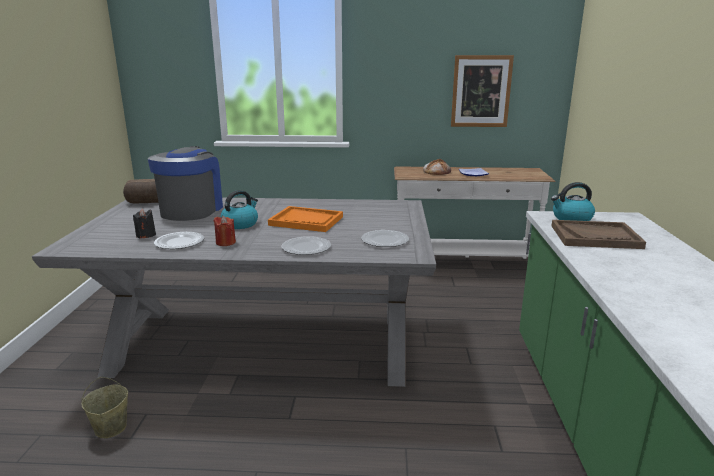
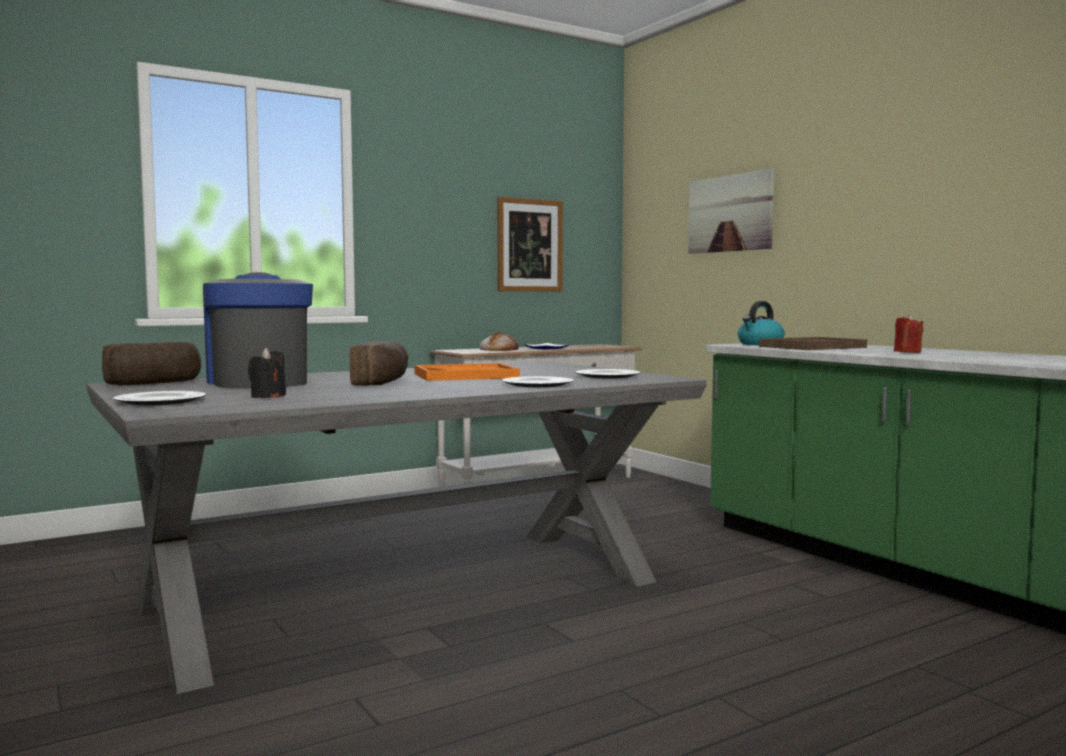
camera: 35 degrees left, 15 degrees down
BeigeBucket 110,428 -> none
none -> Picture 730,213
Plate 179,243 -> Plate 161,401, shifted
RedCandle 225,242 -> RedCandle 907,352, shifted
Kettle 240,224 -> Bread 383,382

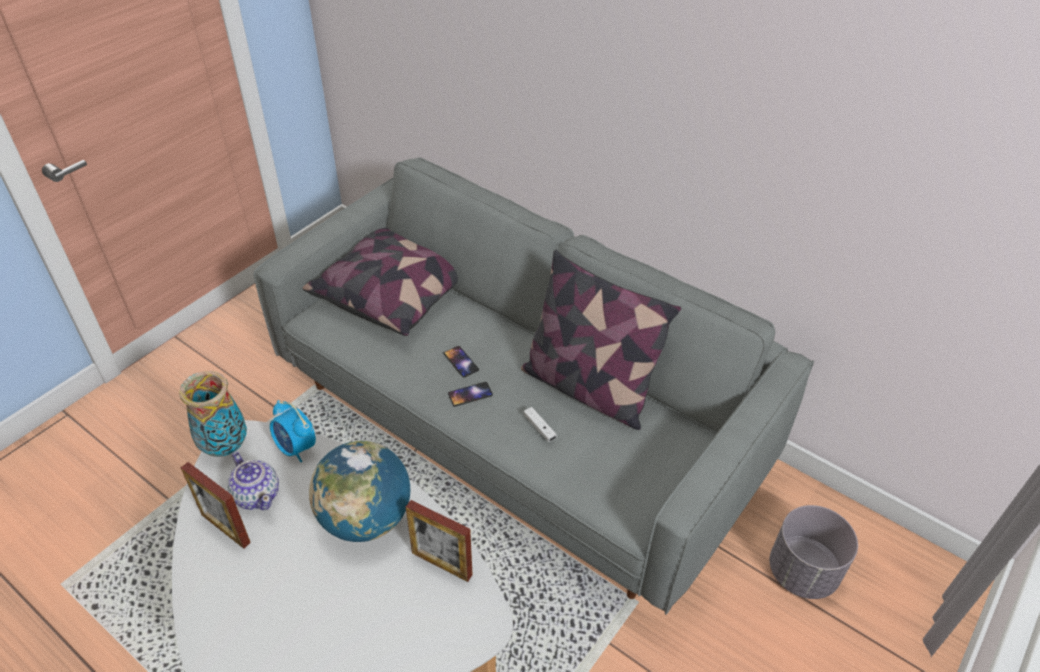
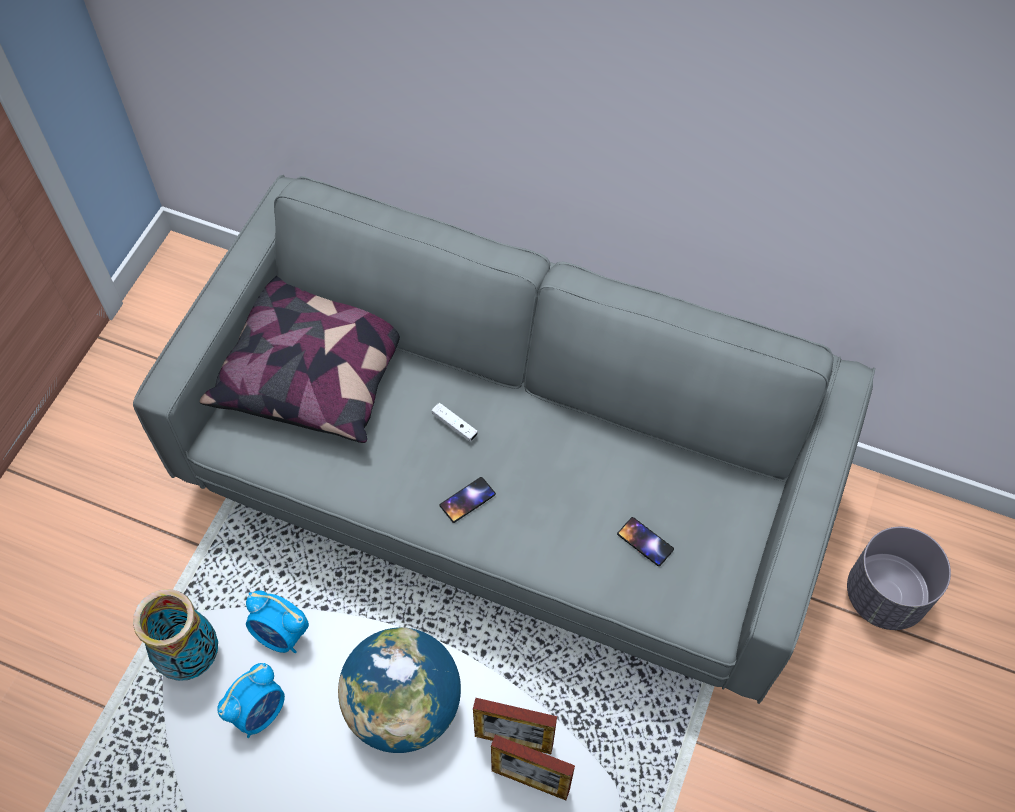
camera: 15 degrees left, 15 degrees up
Pillow 588,388 -> none
PictureFrame 225,528 -> PictureFrame 530,780, shifted
Phone 461,362 -> Phone 645,542, shifted
WhiteGameController 539,428 -> WhiteGameController 454,425, shifted
Teapot 257,494 -> AlarmClock 259,711

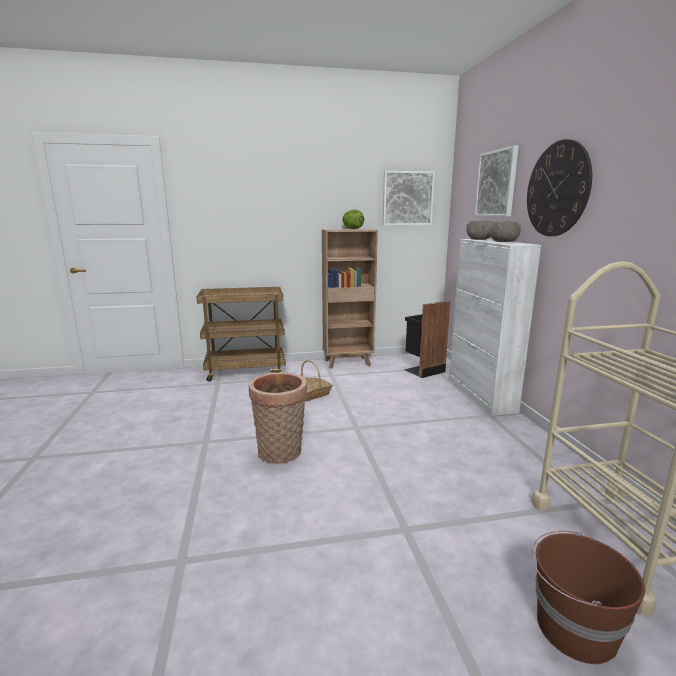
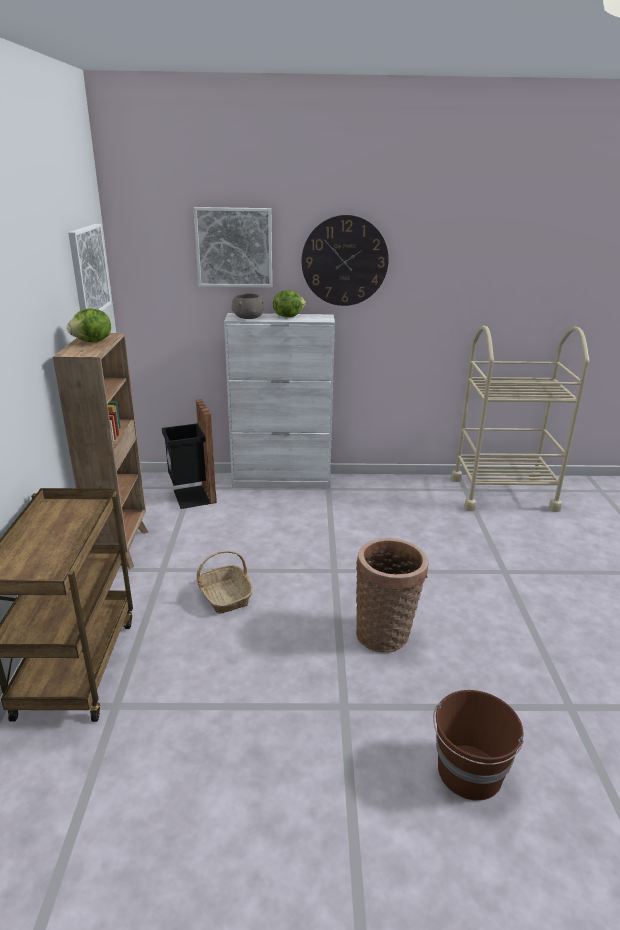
camera: 80 degrees left, 10 degrees up
BrownBucket 573,628 -> BrownBucket 469,772, shifted
GreyBowl 503,241 -> Lettuce 288,316

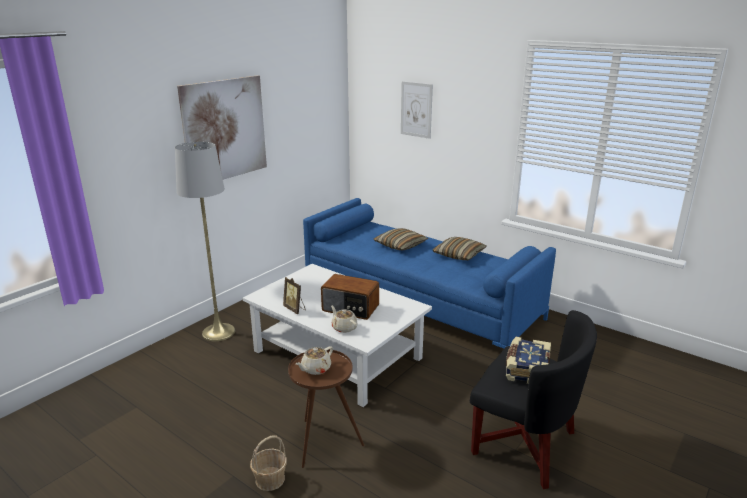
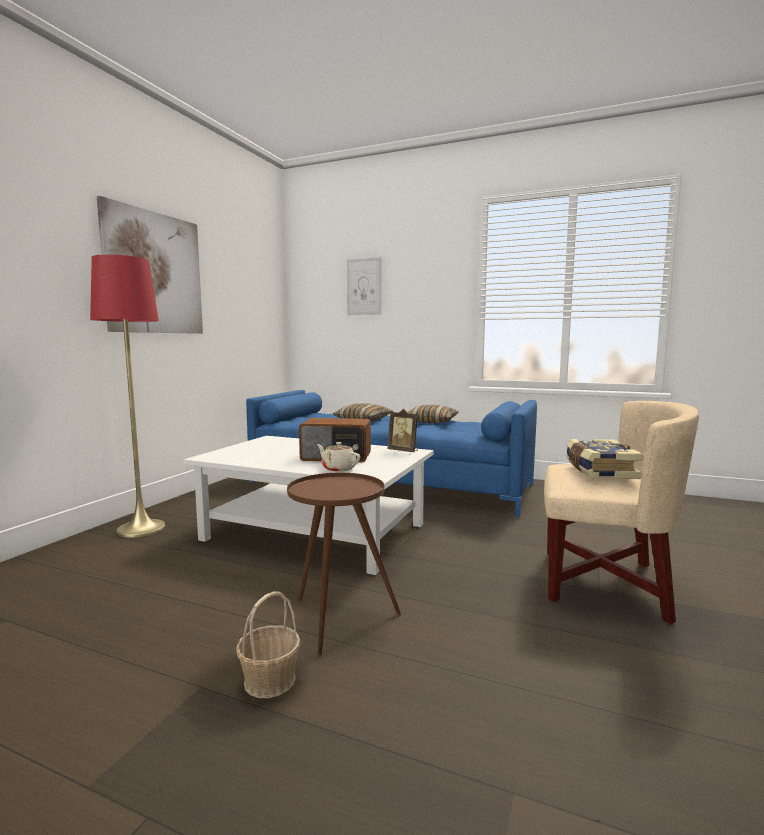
camera: 15 degrees left, 15 degrees down
BeigeTeapot 315,369 -> none
PictureFrame 295,309 -> PictureFrame 404,451, shifted
GreyFloorLamp 218,332 -> RedFloorLamp 141,528
BlackArmchair 524,444 -> BeigeArmchair 605,583

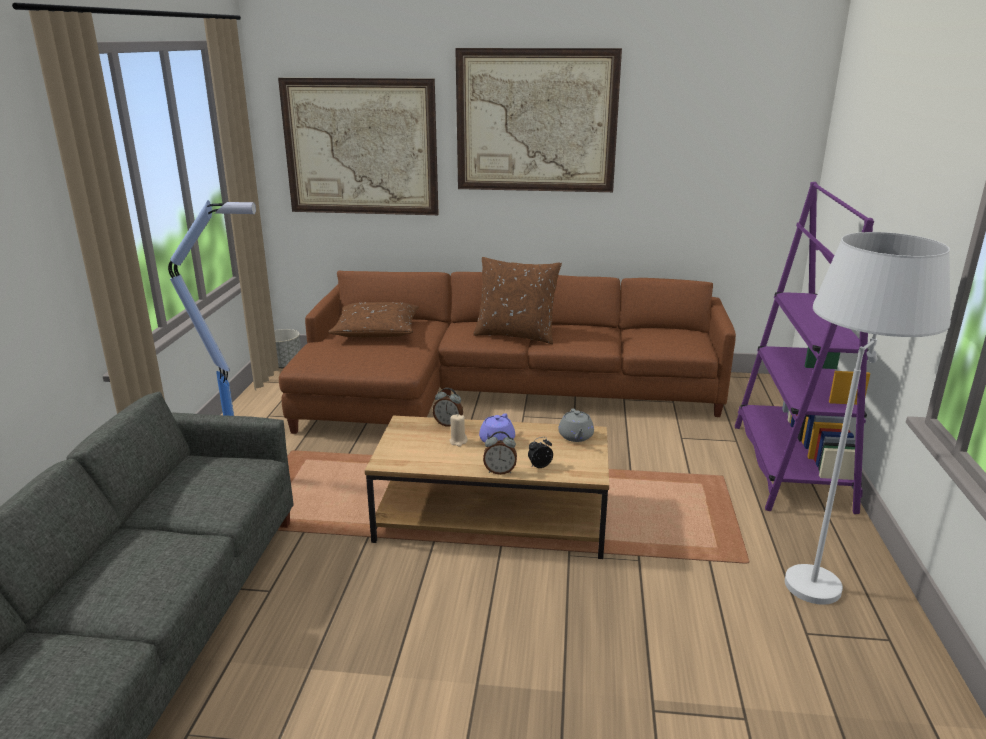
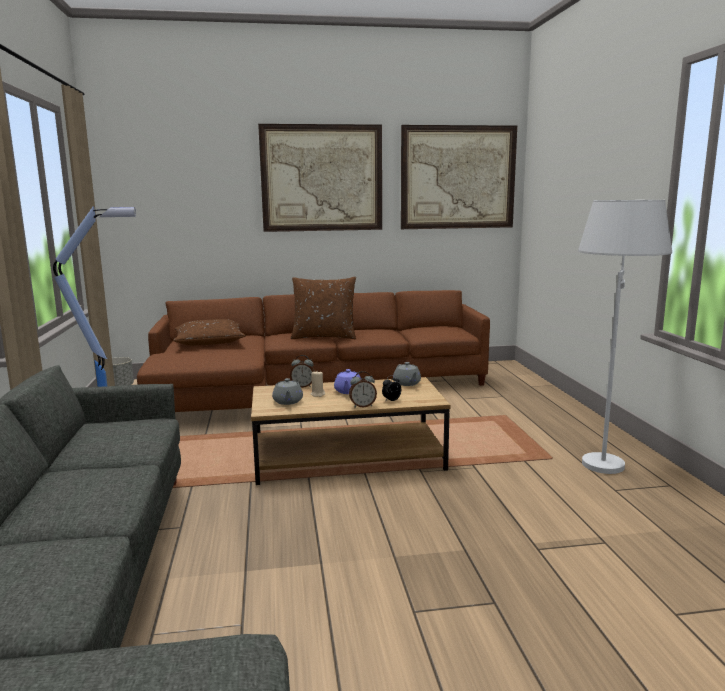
camera: 15 degrees left, 10 degrees down
PurpleBookcase 790,466 -> none
none -> GreyTeapot 288,402
Picture 360,147 -> Picture 458,177, shifted

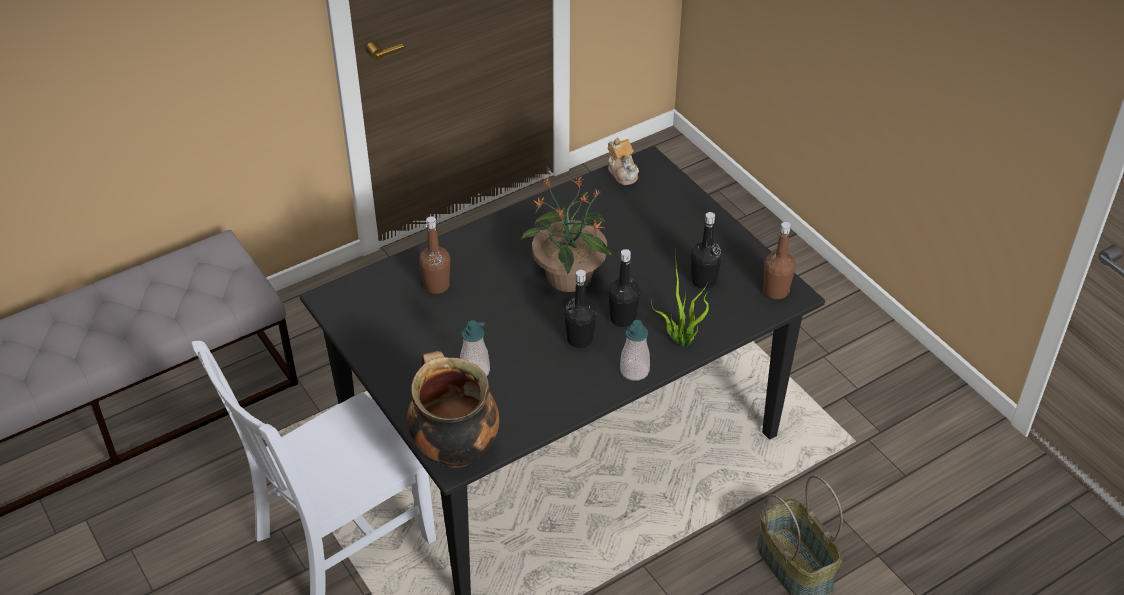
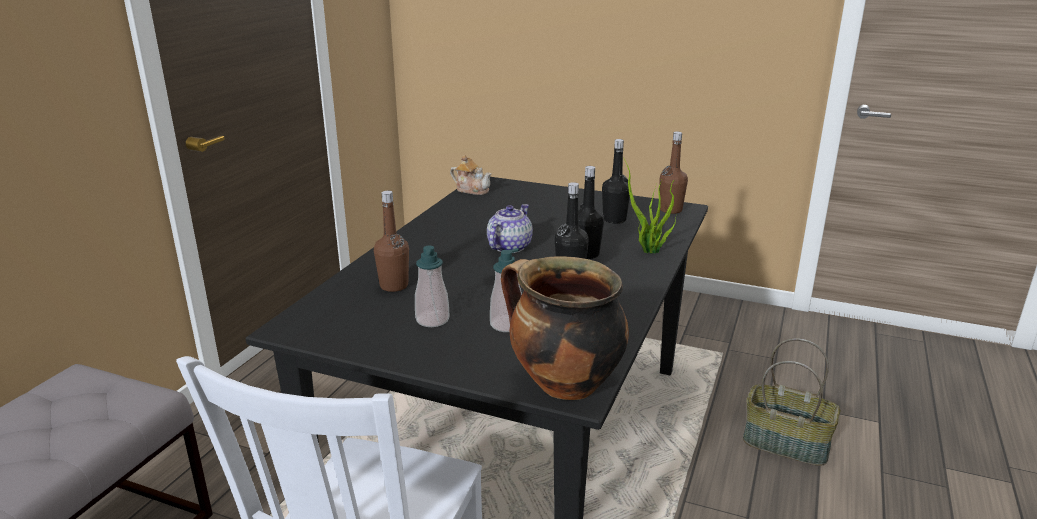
camera: 35 degrees left, 20 degrees down
SoapDispenser 634,371 -> SoapDispenser 432,320, shifted
PottedPlant 569,277 -> Teapot 508,247

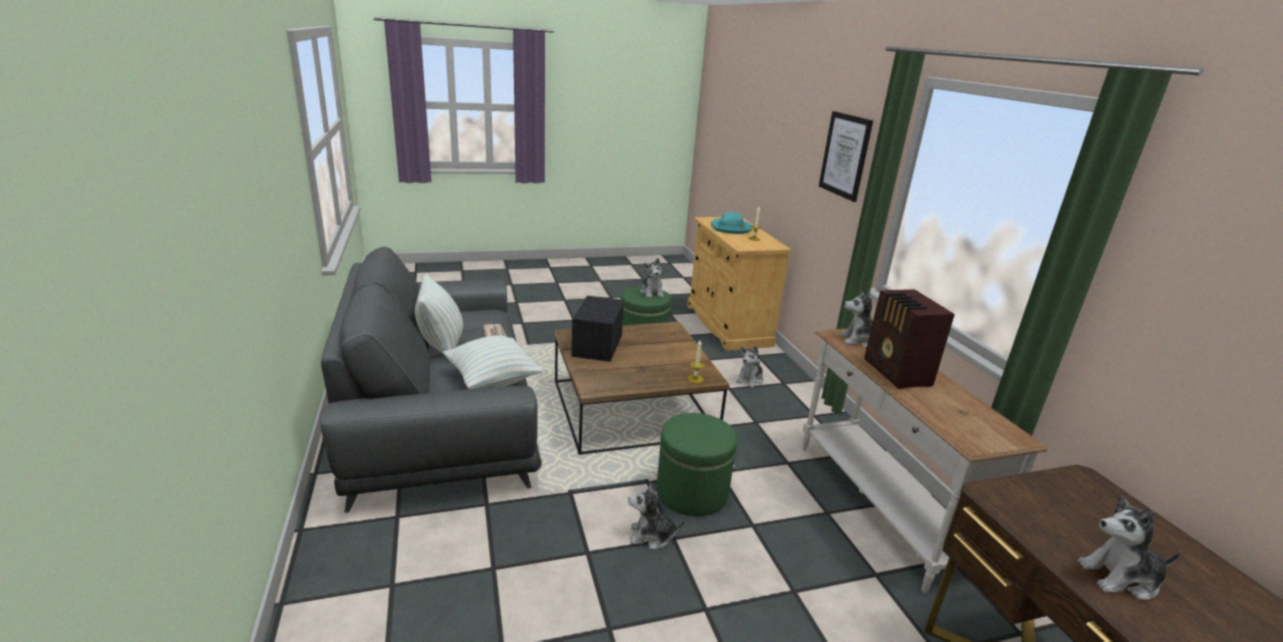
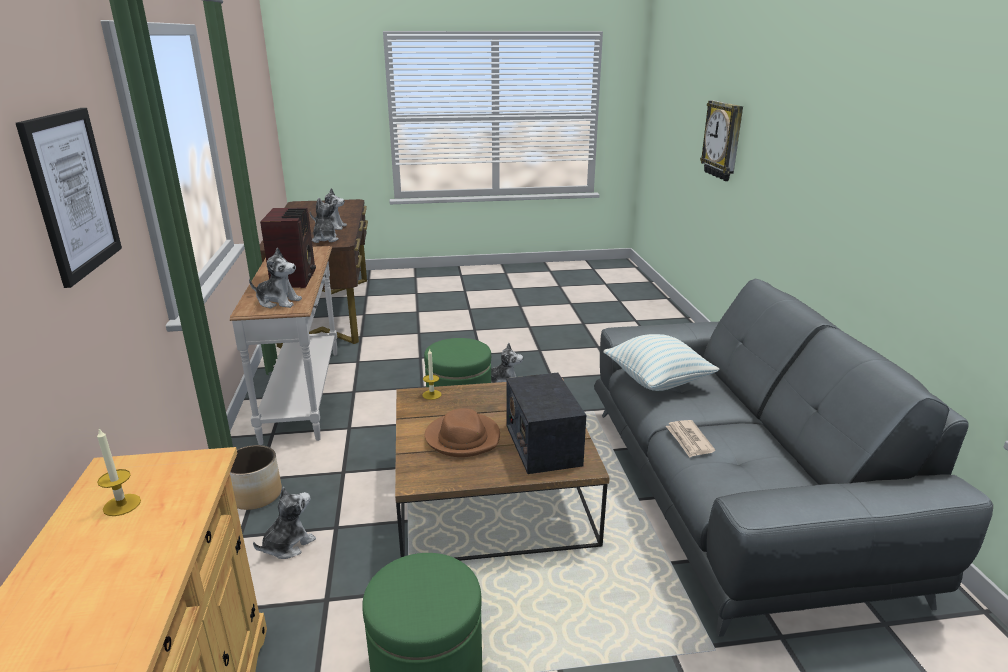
camera: 170 degrees left, 0 degrees up
Pillow 441,345 -> none
TurquoiseHat 731,228 -> none
none -> Planter 255,495
none -> BrownHat 463,438
none -> WallClock 723,140
PlushToy 651,292 -> PlushToy 325,240, shifted
Radio 597,345 -> Radio 542,444, 150 degrees clockwise

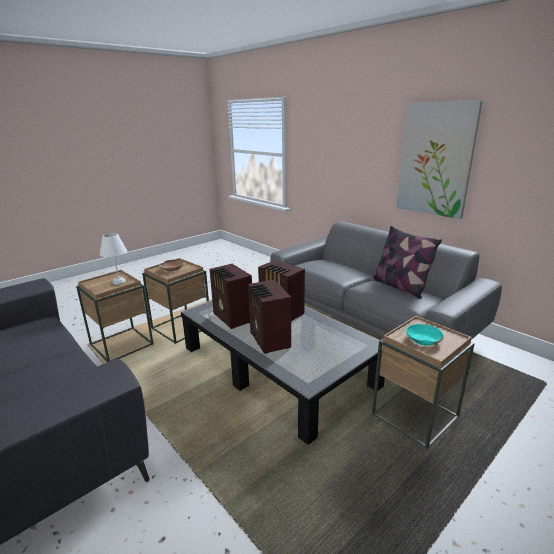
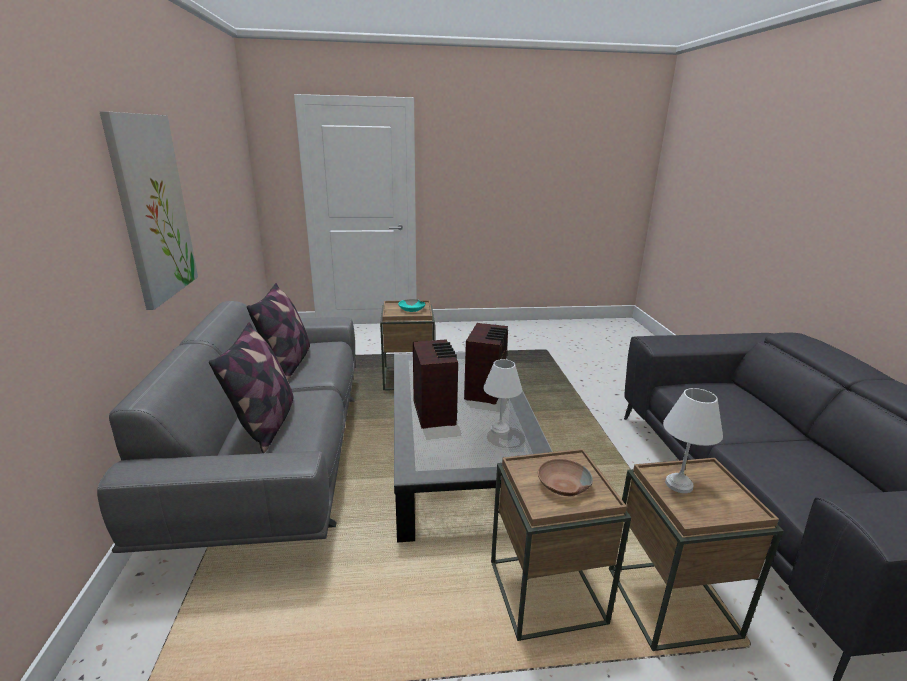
camera: 145 degrees left, 0 degrees up
none -> Pillow 266,424
Radio 232,318 -> WhiteTableLamp 499,429

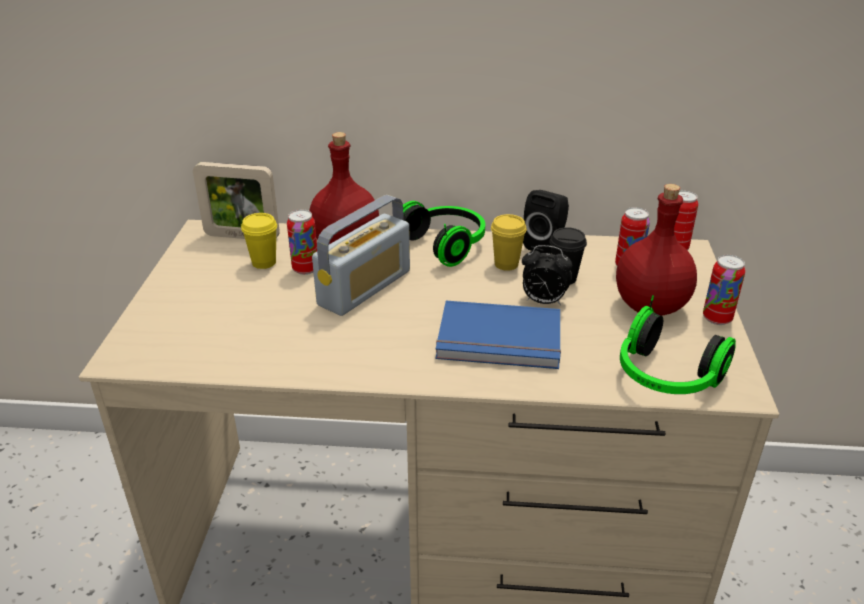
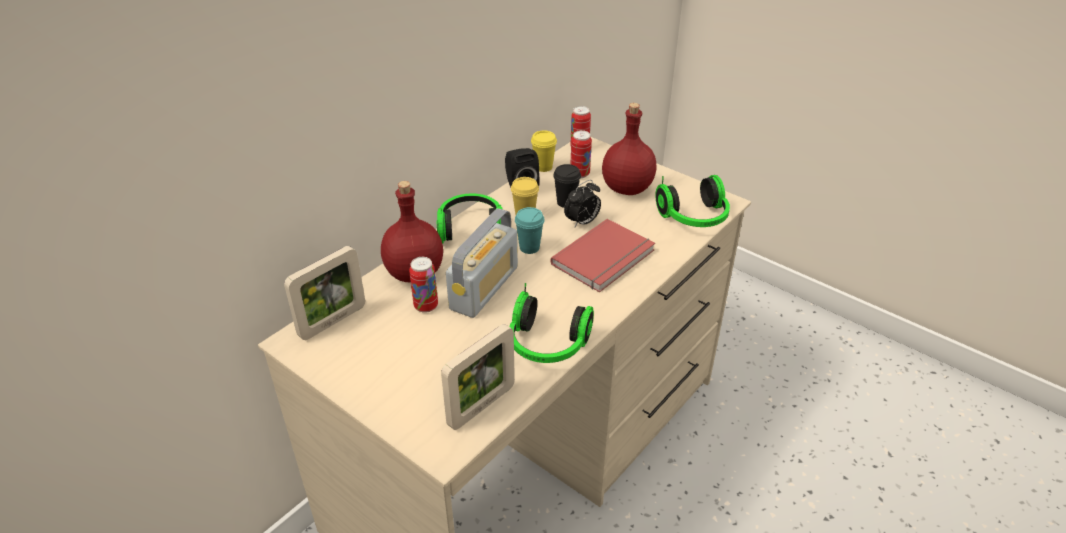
camera: 55 degrees left, 5 degrees up
Can 717,318 -> none
none -> PictureFrame 481,406
none -> Headphones 547,346
none -> TurquoiseCup 529,247
YellowCup 264,262 -> YellowCup 543,167, shifted
BlueBook 499,341 -> RedBook 605,258
Radio 365,287 -> Radio 484,288, 45 degrees clockwise

